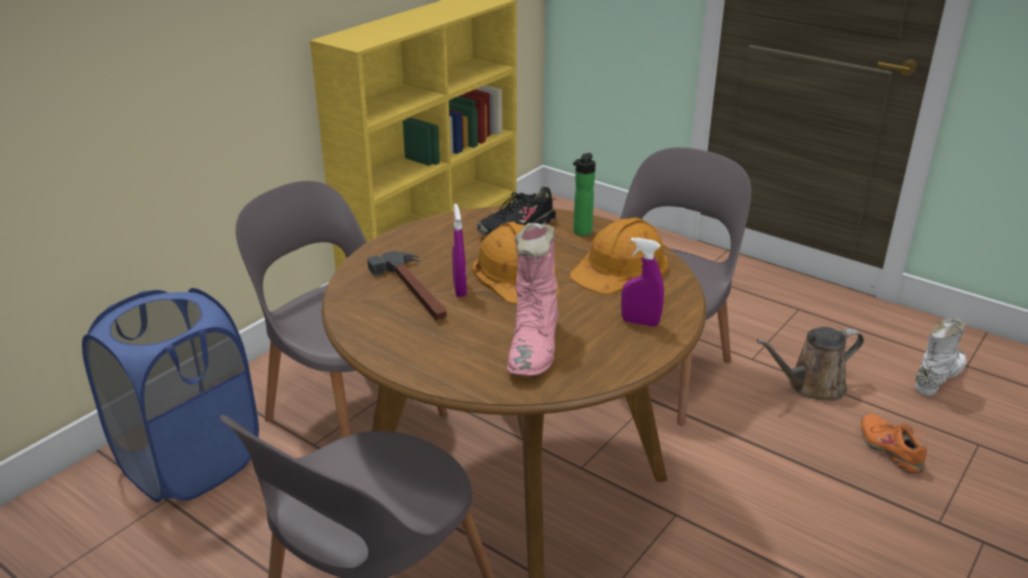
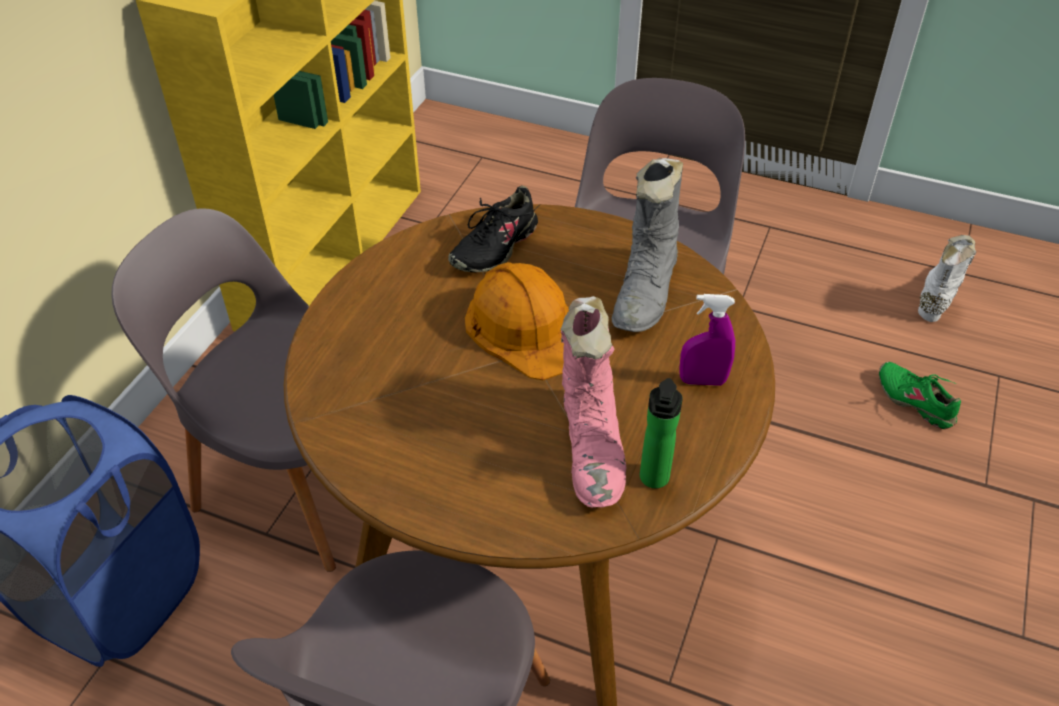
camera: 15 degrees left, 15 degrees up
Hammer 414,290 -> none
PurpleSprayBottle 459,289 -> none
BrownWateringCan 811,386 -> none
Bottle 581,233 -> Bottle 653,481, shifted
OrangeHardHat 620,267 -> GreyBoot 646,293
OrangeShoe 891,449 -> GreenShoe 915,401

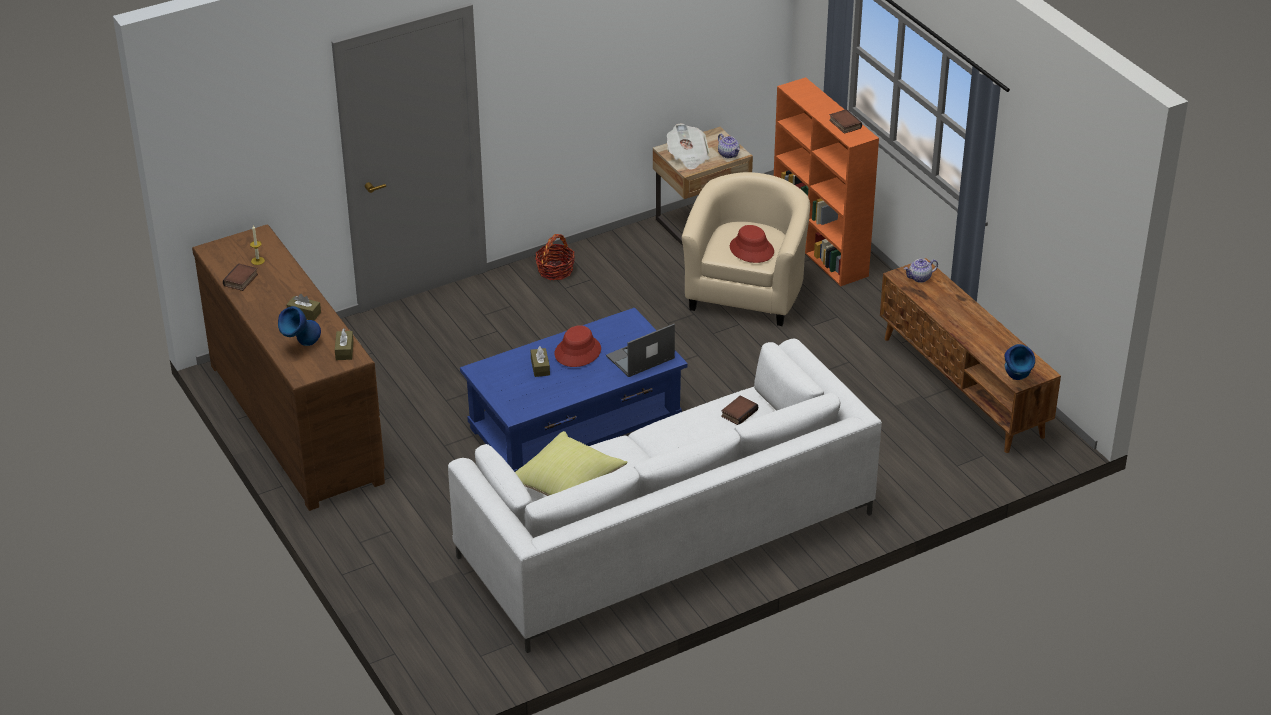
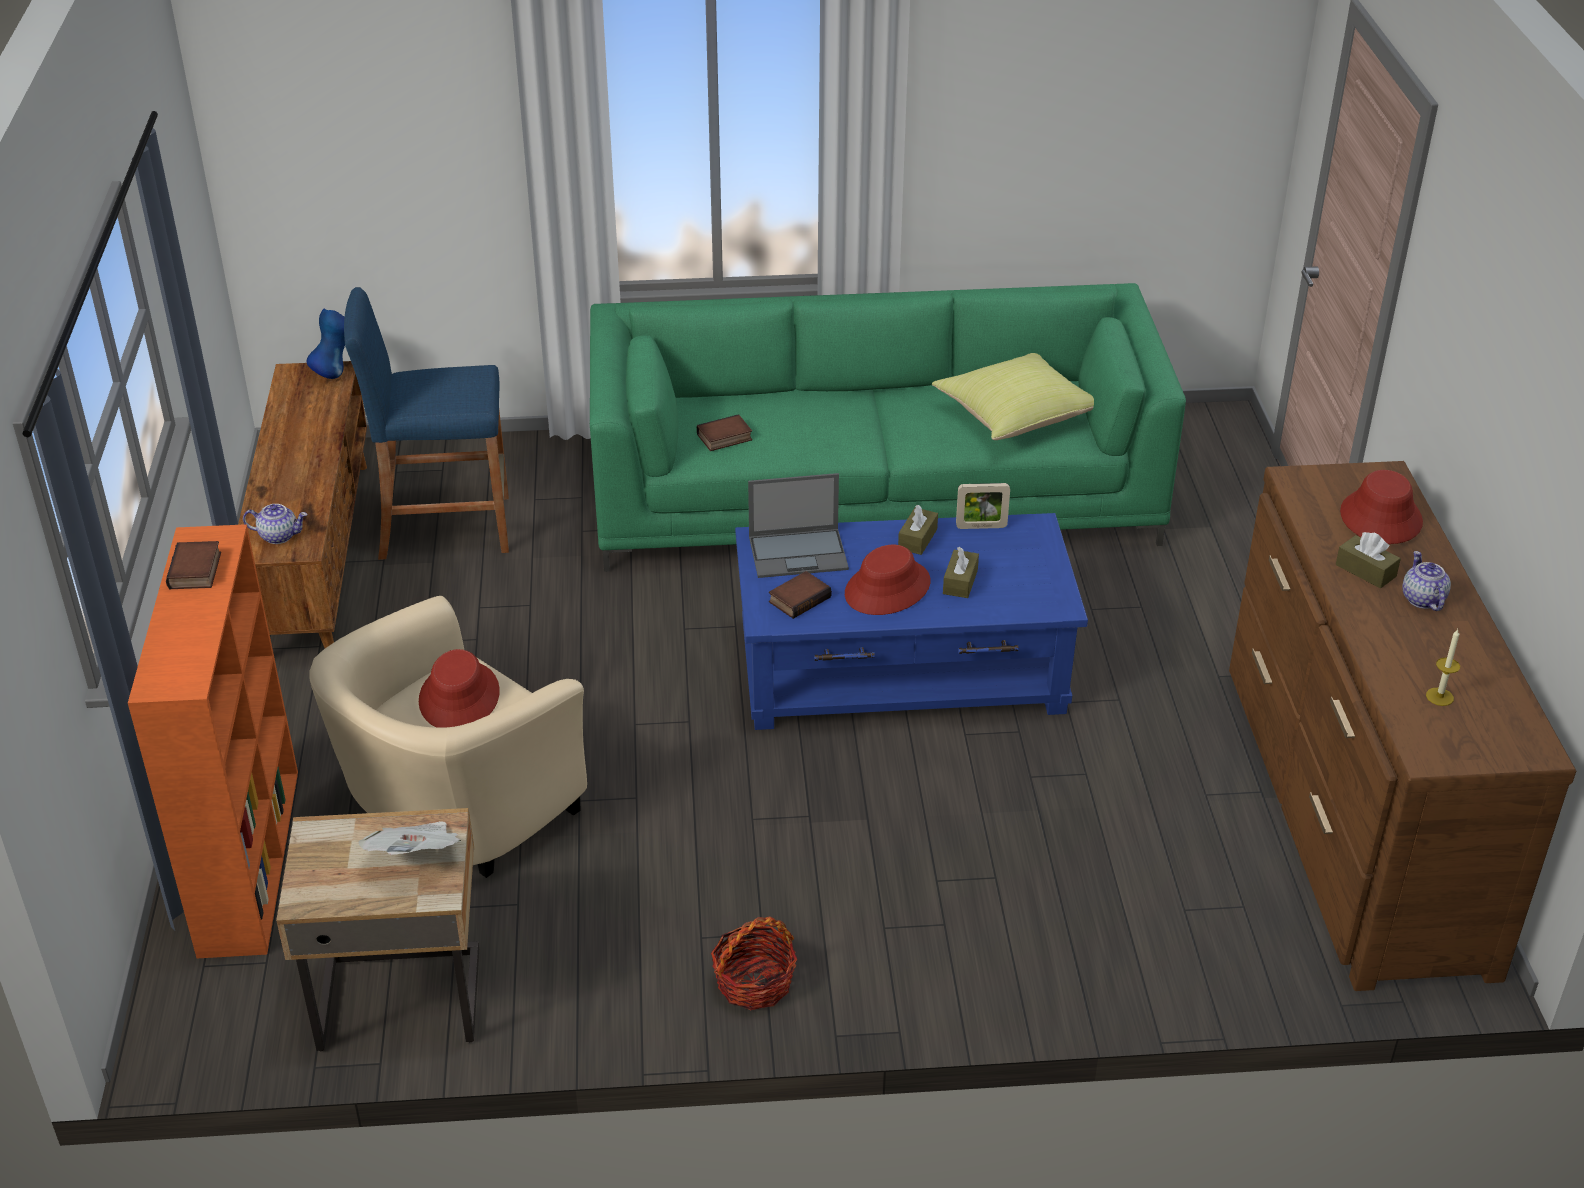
camera: 155 degrees left, 0 degrees up
none -> BlueStool 445,527
none -> PictureFrame 981,526
Book 241,280 -> Book 799,598, shifted
BrownTissueBox 344,350 -> BrownTissueBox 917,539, shifted
Teapot 729,154 -> Teapot 1422,599, shifted
BlueVase 301,346 -> RedHat 1380,518
WhiteSofa 665,535 -> GreenSofa 874,496

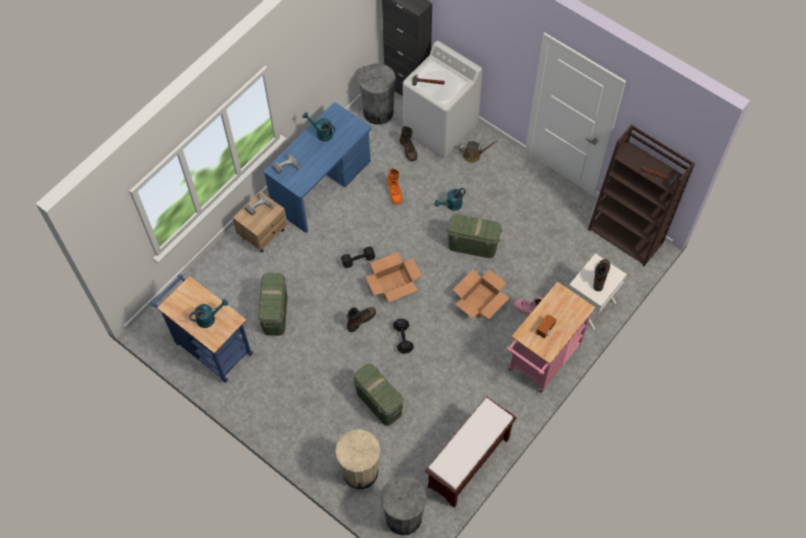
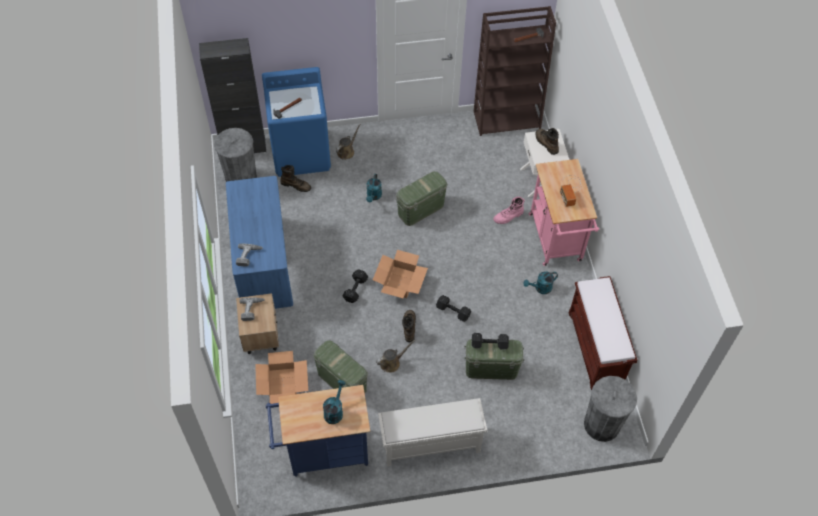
camera: 50 degrees left, 5 degrees down
BeigeTrashCan 360,472 -> none
OrangeBoot 394,191 -> none
none -> BrownWateringCan 392,362
none -> WhiteShoeRack 430,445
none -> BlackDumbbell 490,345
TurquoiseWateringCan 321,133 -> TurquoiseWateringCan 540,288, shifted
CardboardBox 480,300 -> CardboardBox 283,384, shifted
WhiteWashingMachine 440,128 -> BlueWashingMachine 301,153

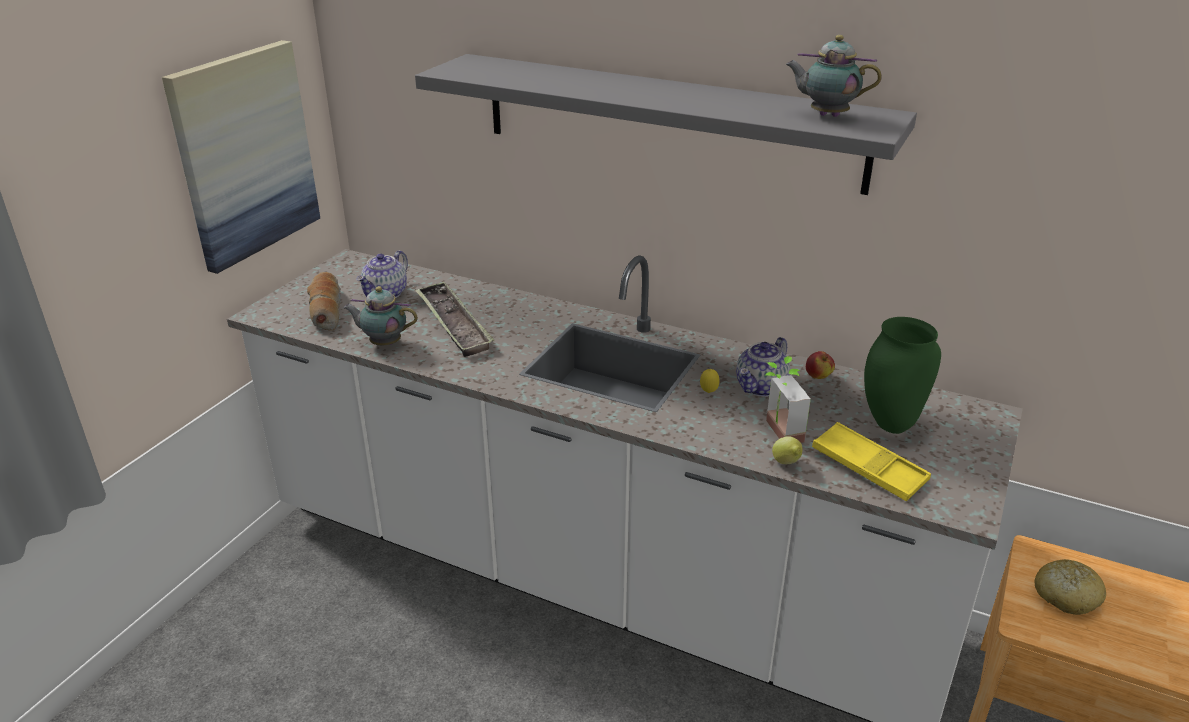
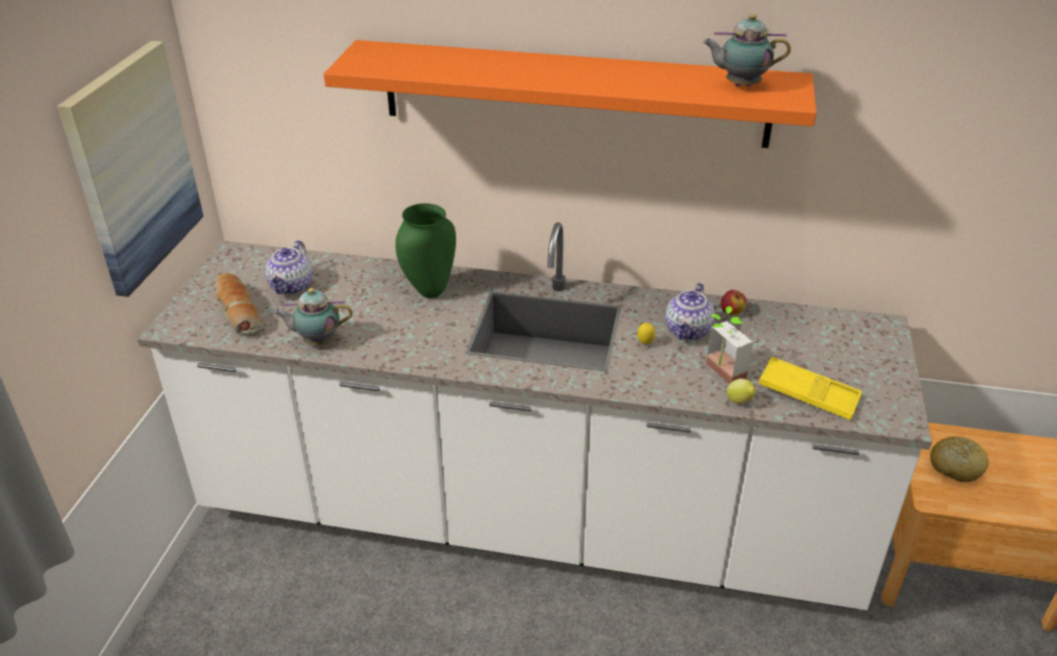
camera: 15 degrees left, 5 degrees up
Tray 453,324 -> none
GreenVase 891,426 -> GreenVase 430,292, shifted
GreyShelf 668,121 -> OrangeShelf 574,93

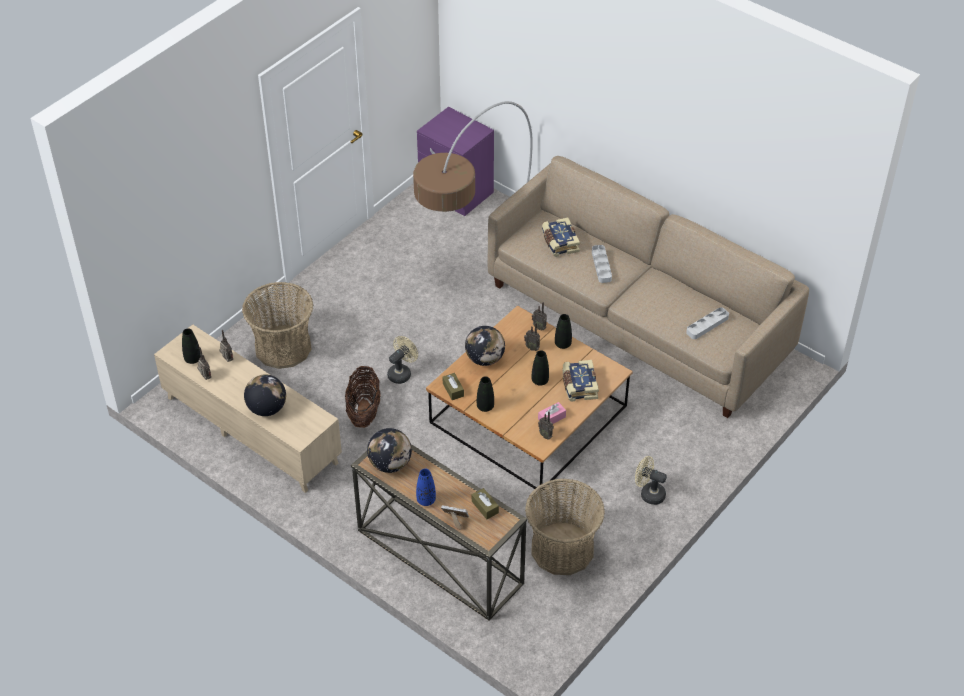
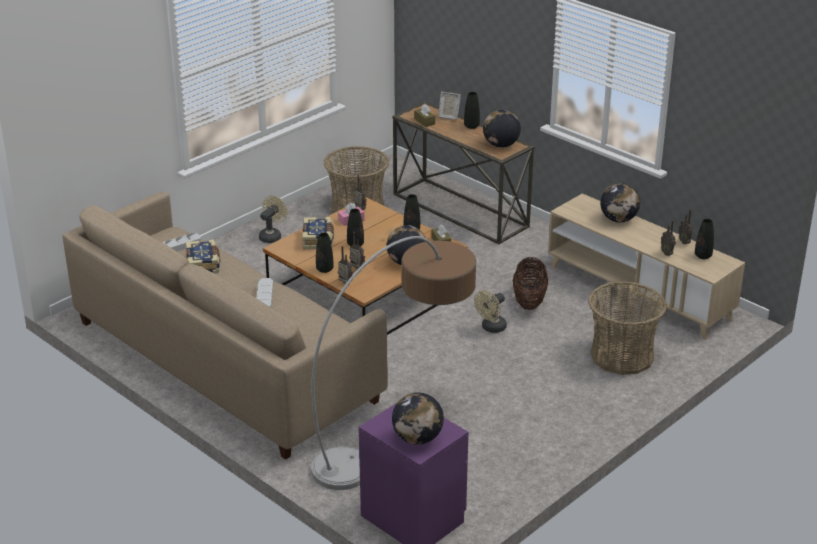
camera: 175 degrees left, 15 degrees down
none -> Globe 417,438
Book 559,243 -> Book 204,264, shifted
BlueVase 426,500 -> BlackVase 471,126
BeigeFan 648,493 -> BeigeFan 272,236, 90 degrees counterclockwise

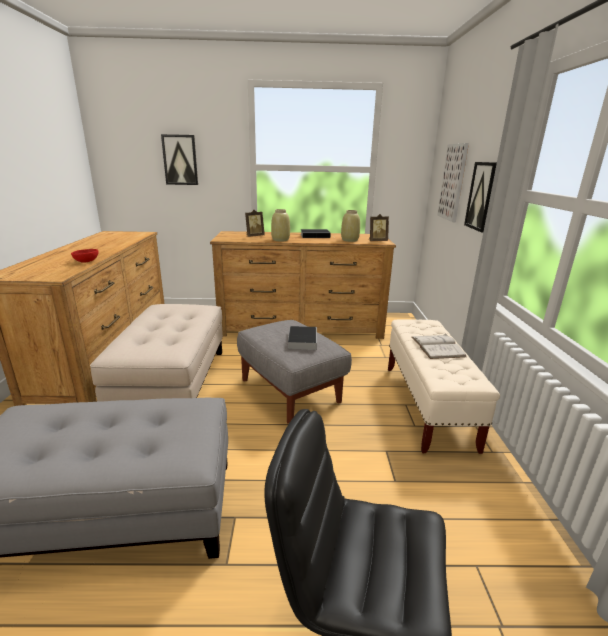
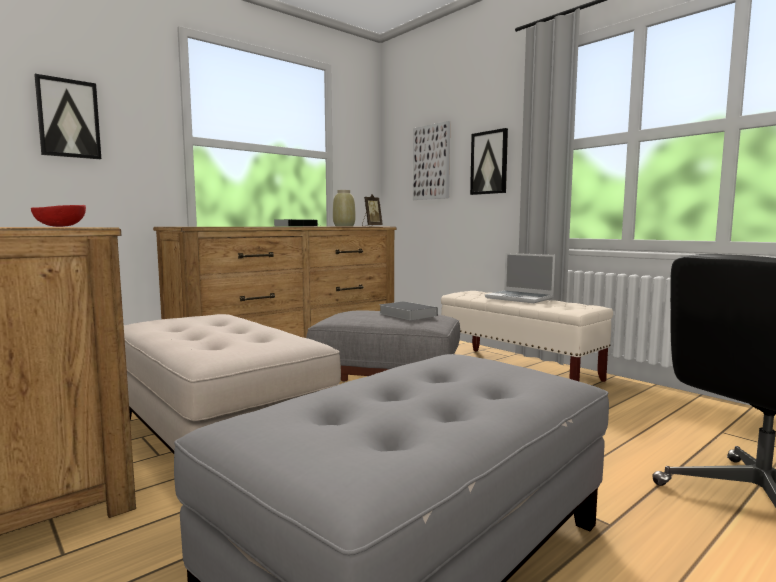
camera: 40 degrees left, 15 degrees down
PictureFrame 254,236 -> none
BeigeVase 280,240 -> none
WhiteBook 437,346 -> Laptop 520,298

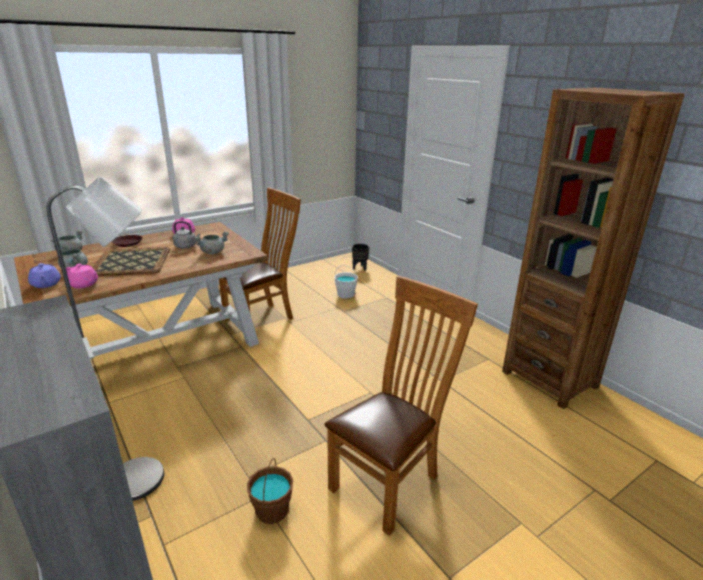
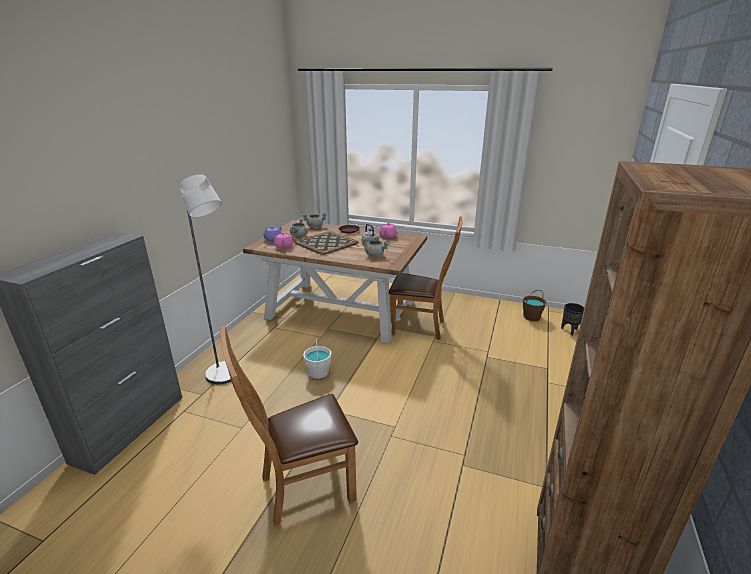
camera: 55 degrees right, 0 degrees up
BrownBucket 271,510 -> BrownBucket 531,316, shifted
WhiteBucket 346,294 -> WhiteBucket 318,372, shifted
BrownChair 390,480 -> BrownChair 301,488, 150 degrees clockwise

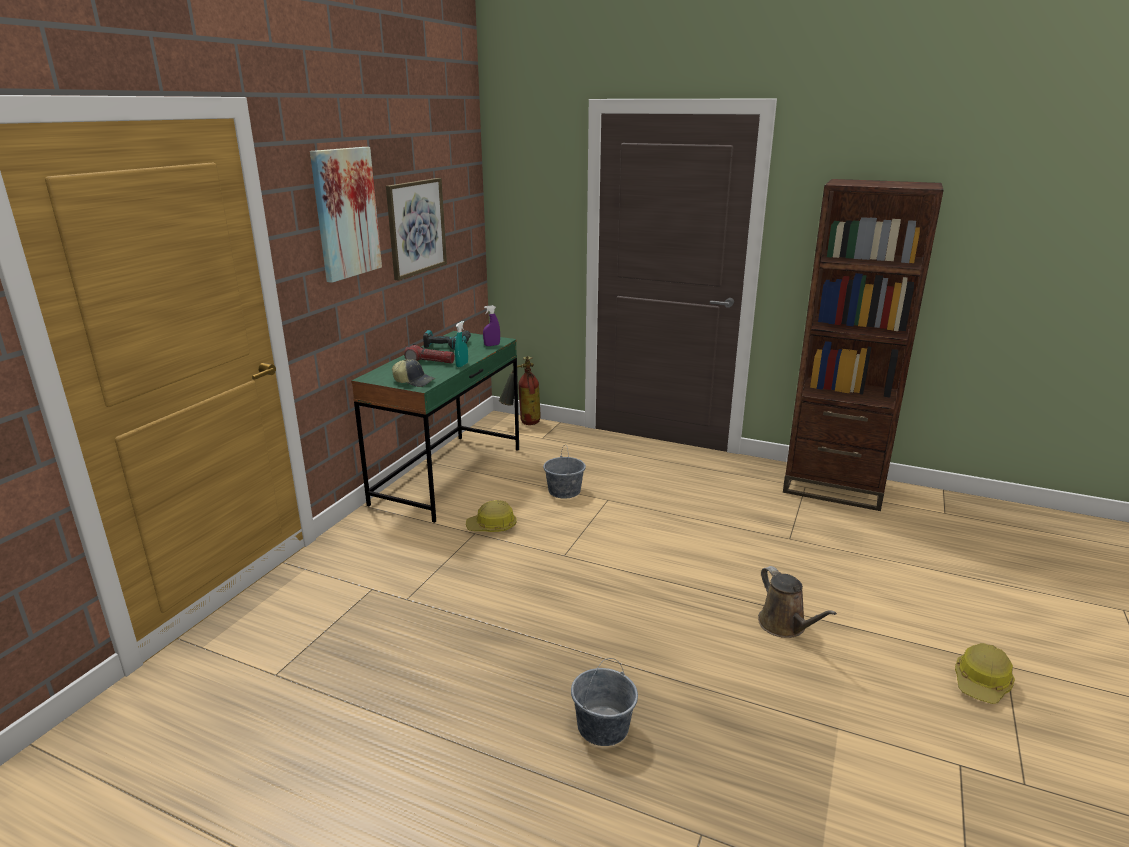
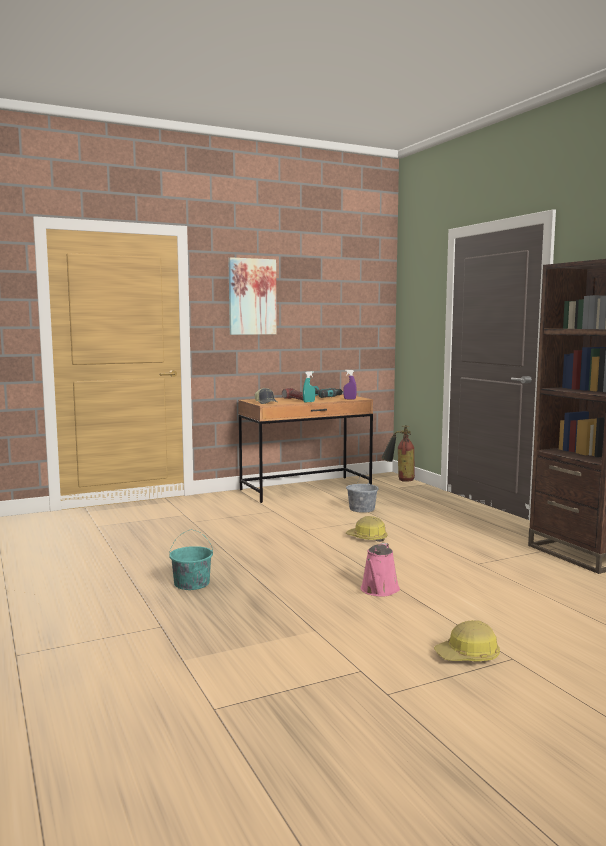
camera: 40 degrees right, 15 degrees down
Picture 416,227 -> none
HardHat 492,527 -> HardHat 367,538, shifted
GreenDesk 449,475 -> BrownDesk 306,489
GreyBucket 602,727 -> TurquoiseBucket 191,583
BrownWateringCan 785,625 -> PinkWateringCan 379,590

